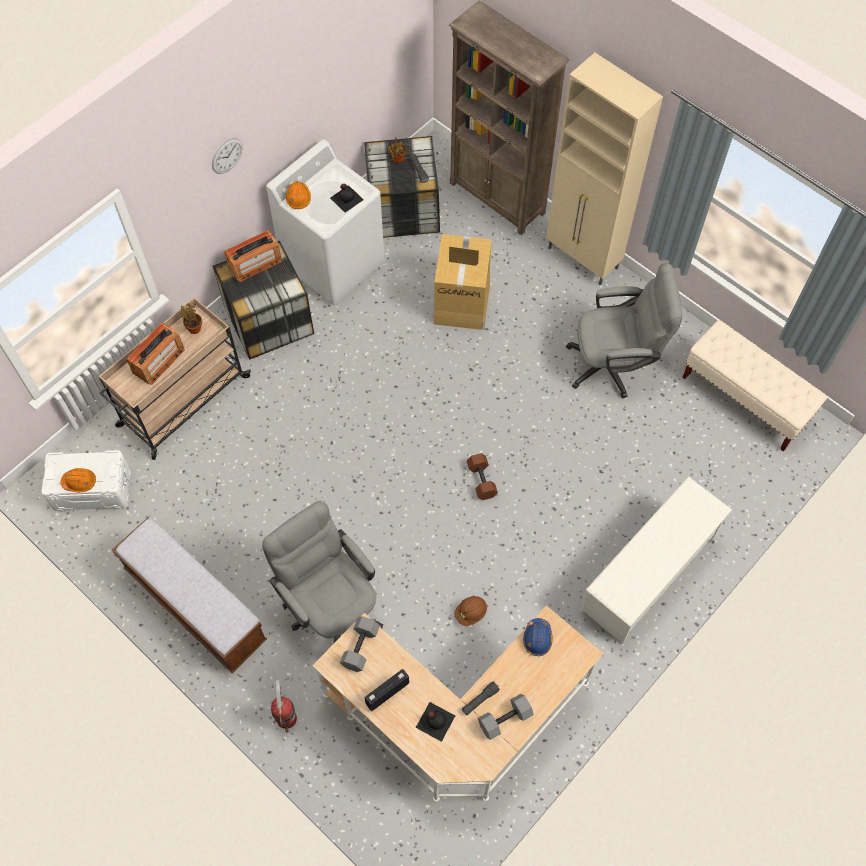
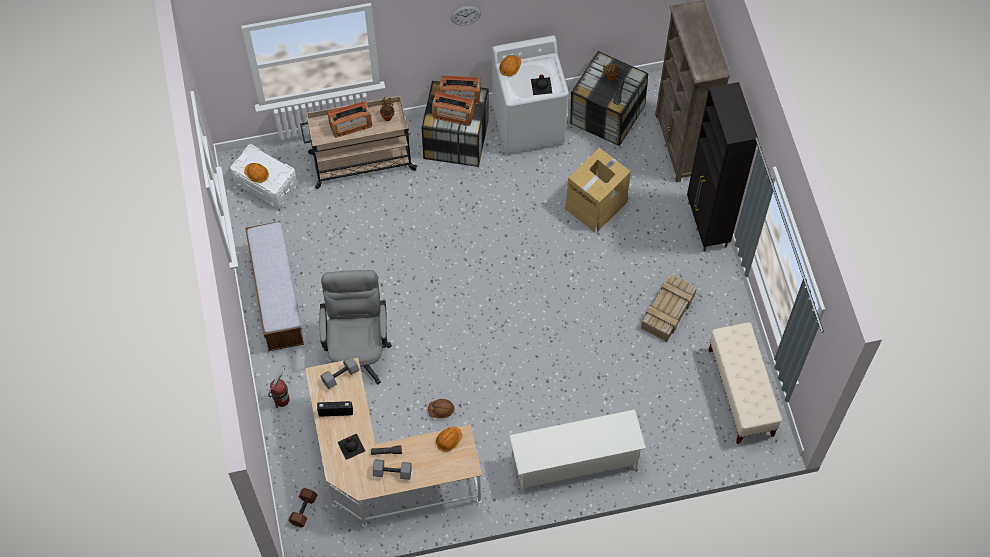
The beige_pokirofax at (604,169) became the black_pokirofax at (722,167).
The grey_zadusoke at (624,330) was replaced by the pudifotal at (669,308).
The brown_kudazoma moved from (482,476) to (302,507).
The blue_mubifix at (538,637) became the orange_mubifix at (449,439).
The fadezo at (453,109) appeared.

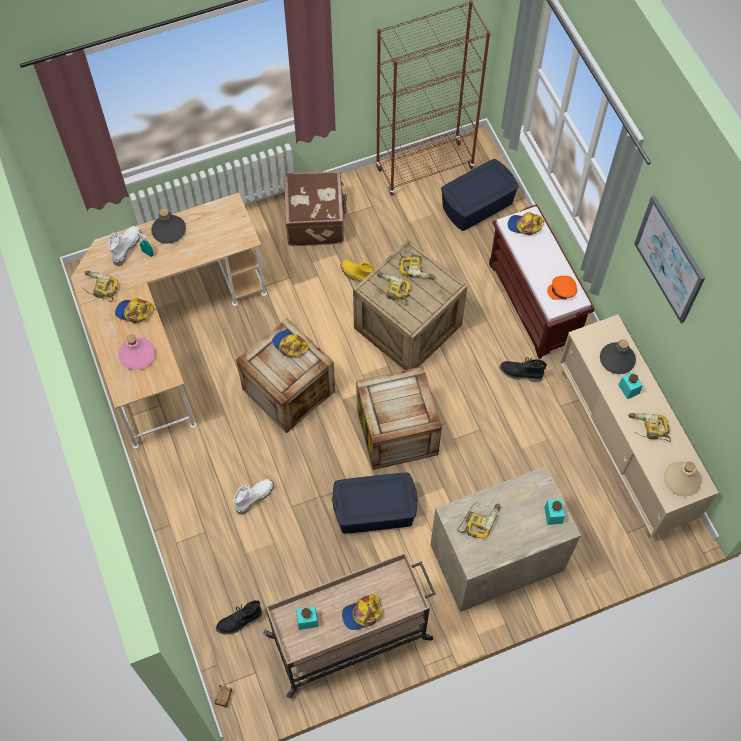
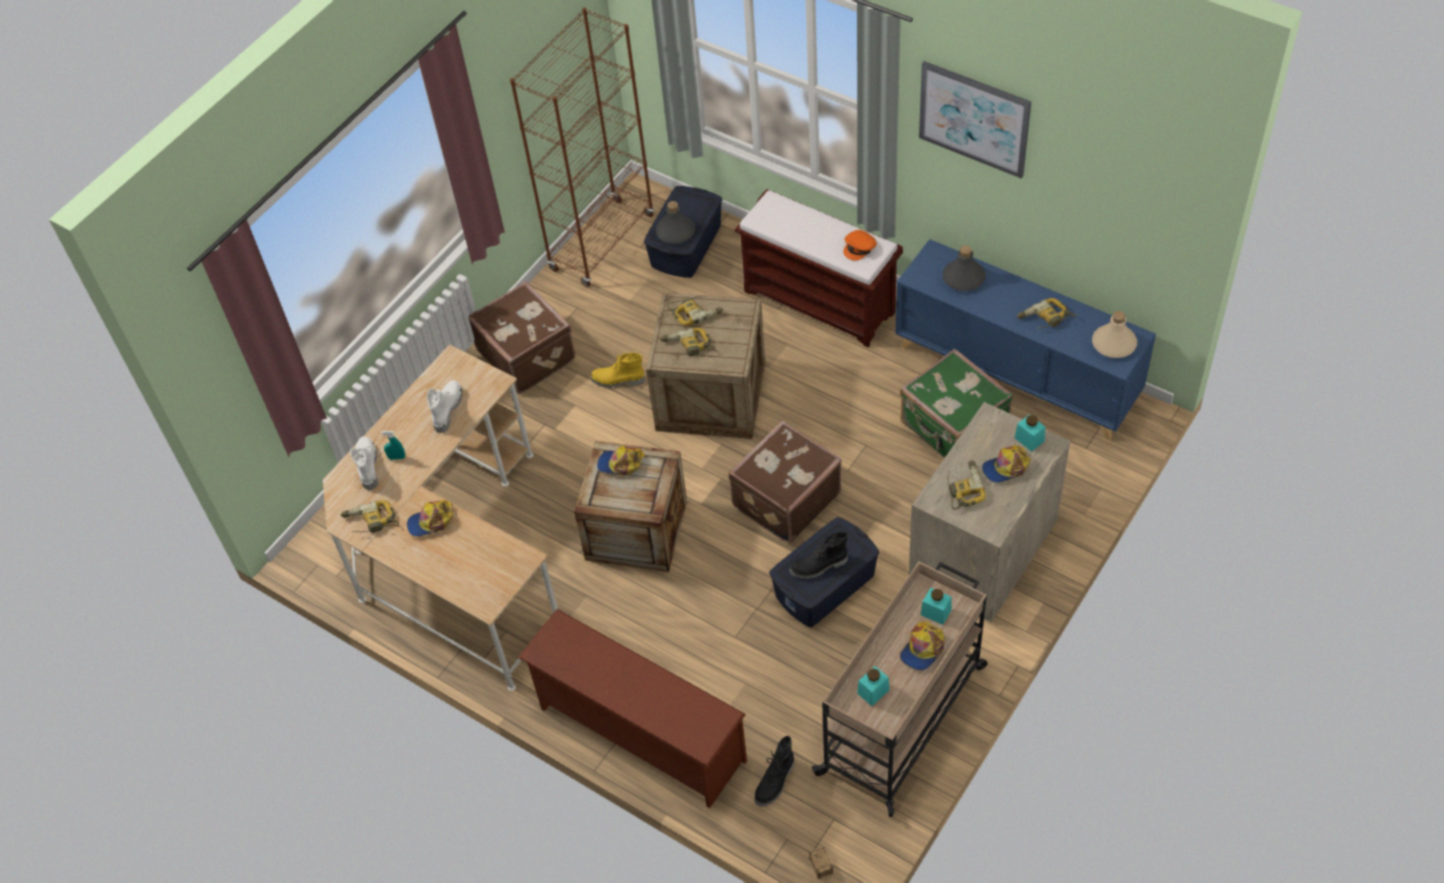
The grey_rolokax moved from (168,226) to (675,222).
The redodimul moved from (526,223) to (1006,464).
The beige_pokirofax at (639,426) became the blue_pokirofax at (1025,339).
The pink_rolokax at (137,352) disappeared.
The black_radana moved from (523,369) to (819,555).
The pudifotal at (399,418) was replaced by the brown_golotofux at (785,481).
The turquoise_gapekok moved from (630,385) to (936,606).
The white_radana moved from (253,497) to (444,406).
The green_golotofux at (956,403) appeared.
The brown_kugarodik at (632,708) appeared.

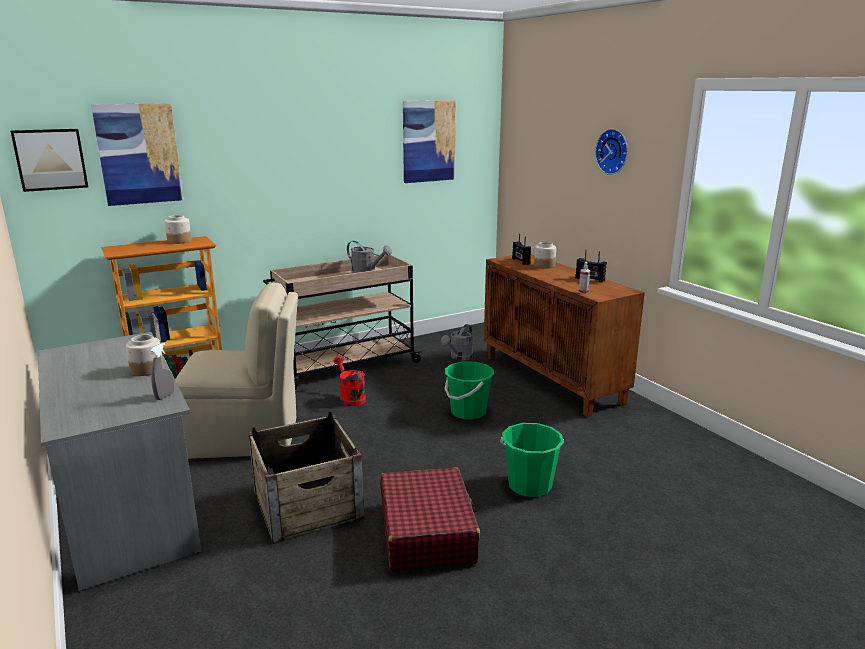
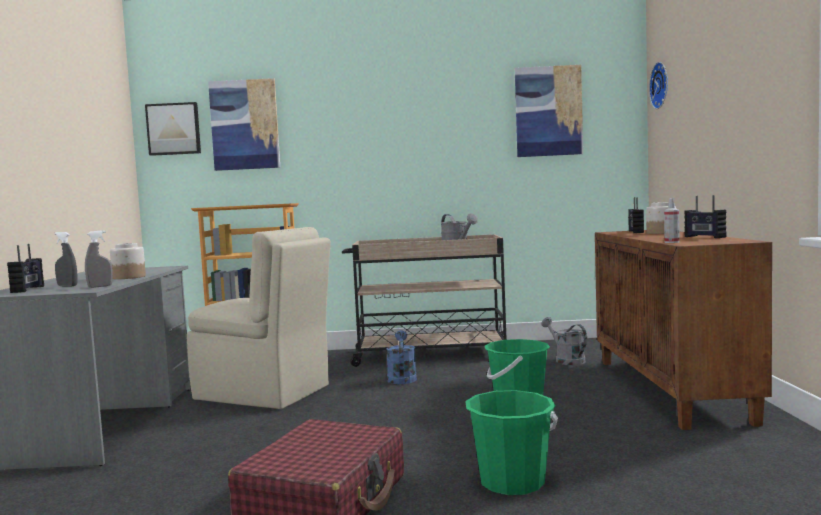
The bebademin moved from (611,152) to (658,85).
The gapekok at (178,229) disappeared.
The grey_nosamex at (457,342) turned 90 degrees clockwise.
The red_nosamex at (350,381) became the blue_nosamex at (401,357).
The pudifotal at (306,477) disappeared.
The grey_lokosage at (66,259) appeared.
The fadezo at (25,268) appeared.

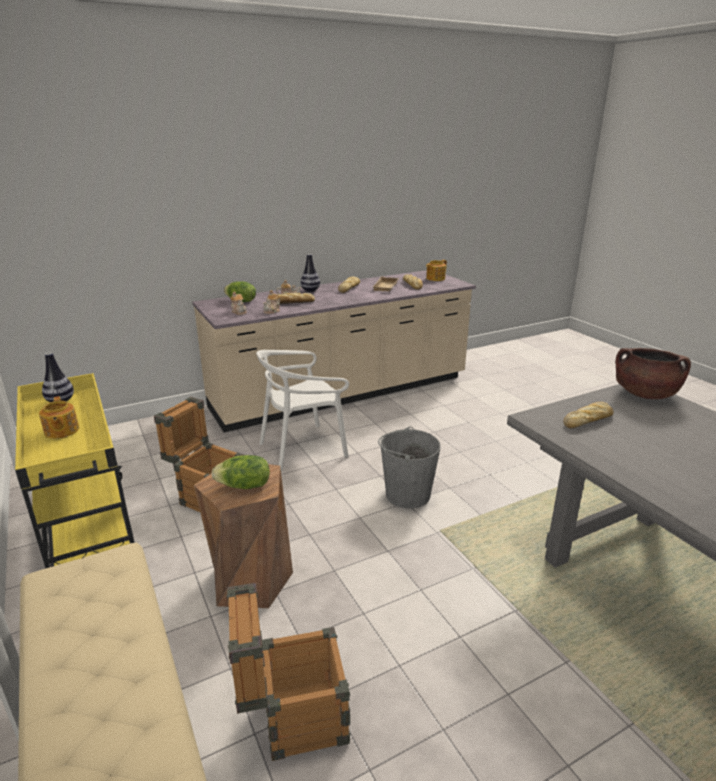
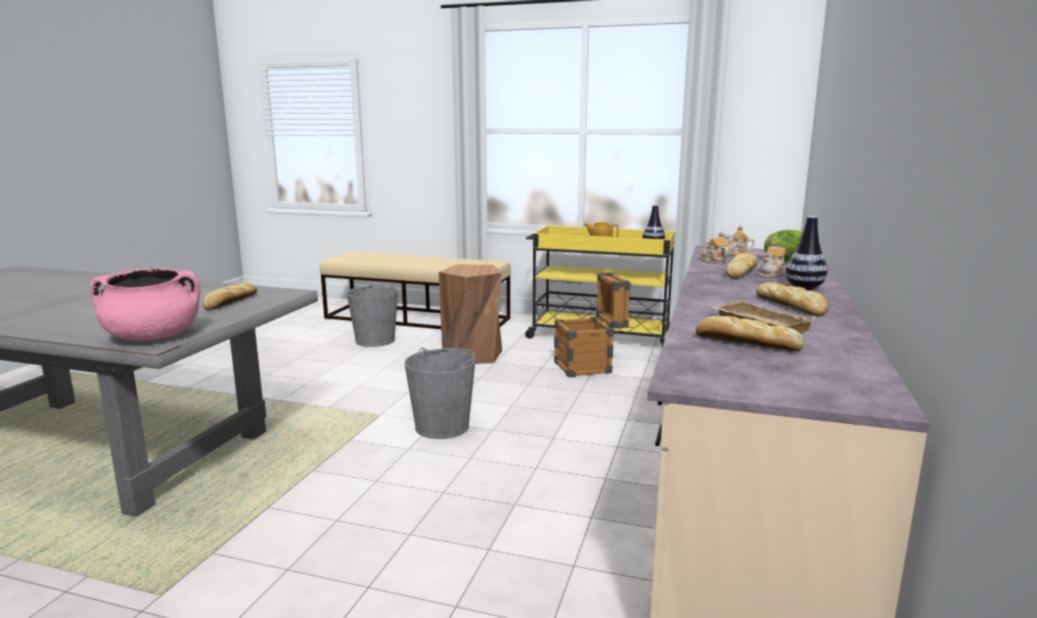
The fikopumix at (436,270) disappeared.
The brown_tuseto at (653,373) became the pink_tuseto at (145,304).
The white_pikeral at (302,410) disappeared.
The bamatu at (241,472) disappeared.
The pudifotal at (289,672) was replaced by the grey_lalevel at (372,316).

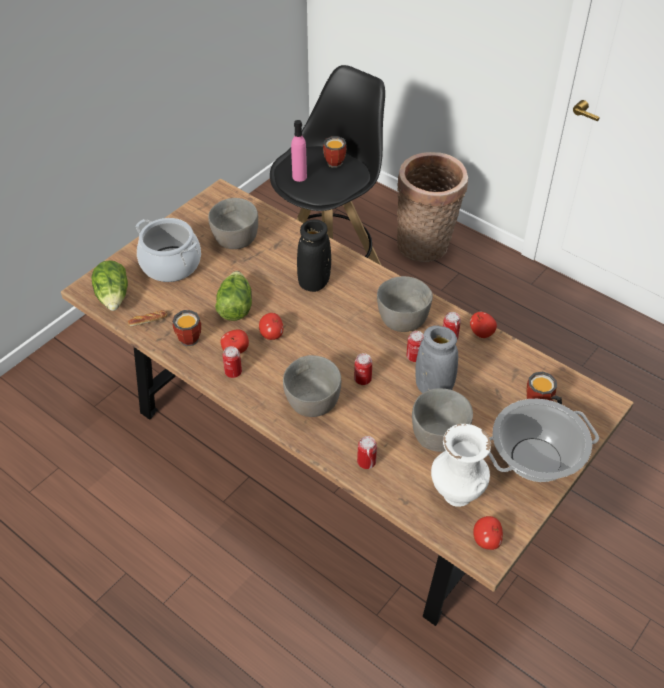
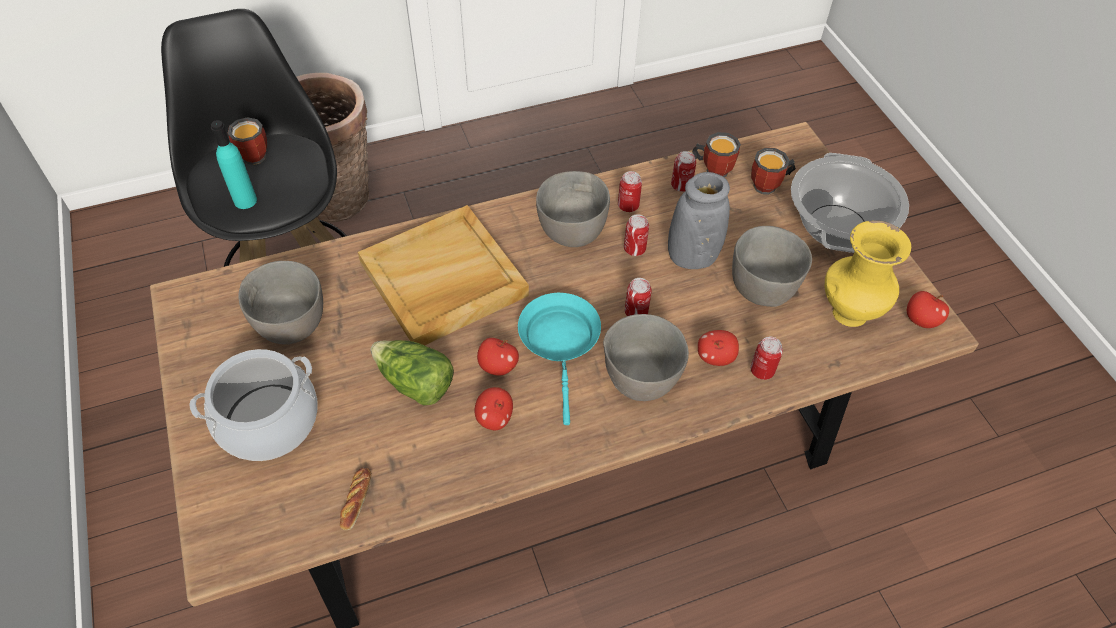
The pink_rolokax at (299,151) became the turquoise_rolokax at (234,164).
The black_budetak at (314,255) was replaced by the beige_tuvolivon at (443,275).
The bamatu at (109,285) disappeared.
The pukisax moved from (186,328) to (716,154).
The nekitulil moved from (483,325) to (718,348).
The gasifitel moved from (232,362) to (683,171).
The white_budetak at (461,465) became the yellow_budetak at (868,273).
The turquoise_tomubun at (559,359) appeared.

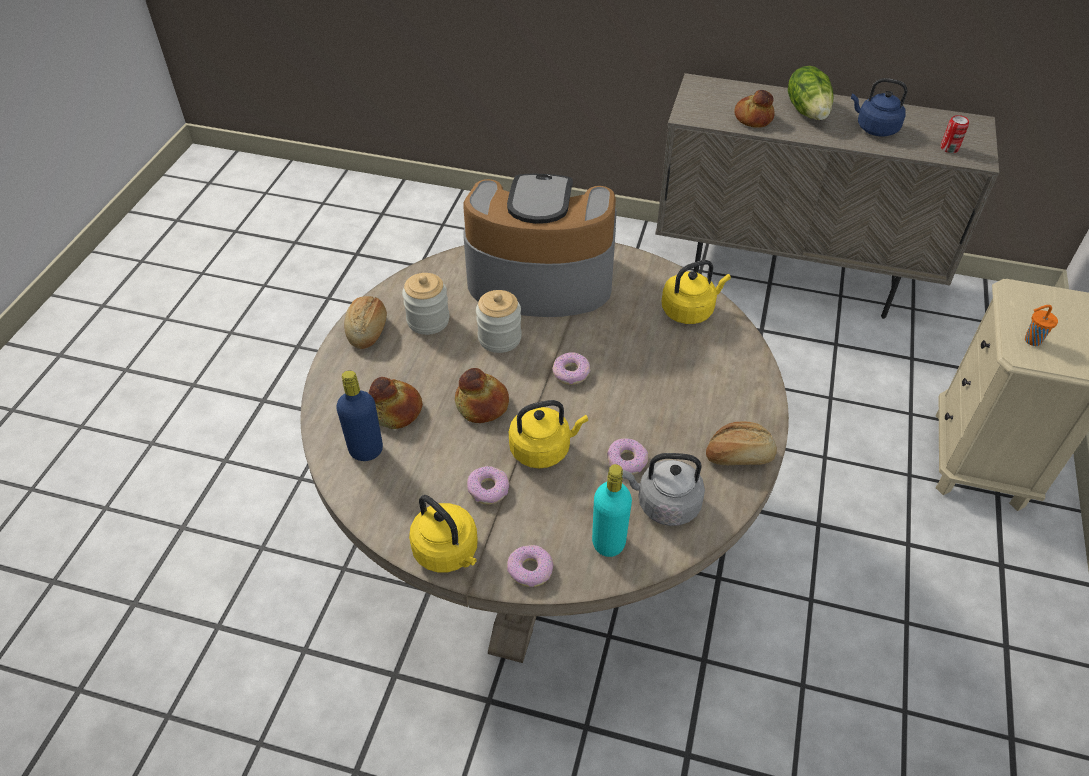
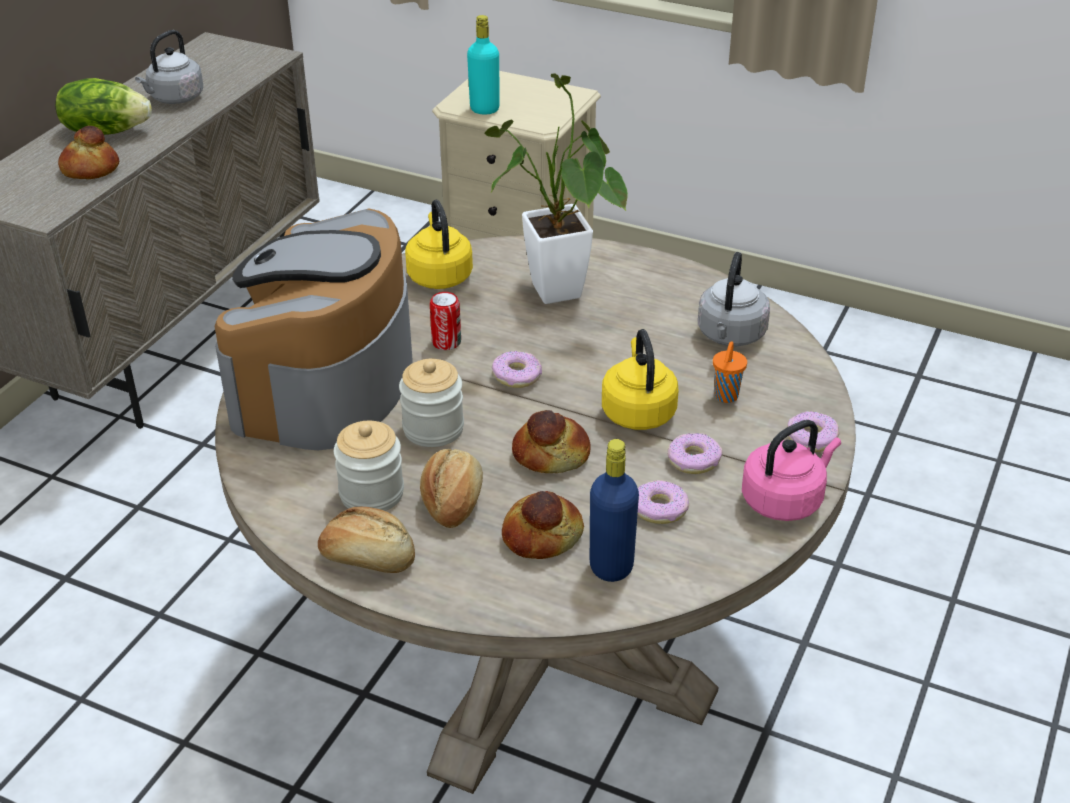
The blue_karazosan at (879,107) became the grey_karazosan at (169,67).
The gasifitel moved from (954,134) to (445,321).
The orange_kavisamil moved from (1041,325) to (730,372).
The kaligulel moved from (741,443) to (451,488).
The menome moved from (627,457) to (663,502).
The turquoise_rolokax moved from (612,510) to (483,64).
The yellow_karazosan at (443,534) became the pink_karazosan at (791,470).
The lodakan at (556,188) appeared.

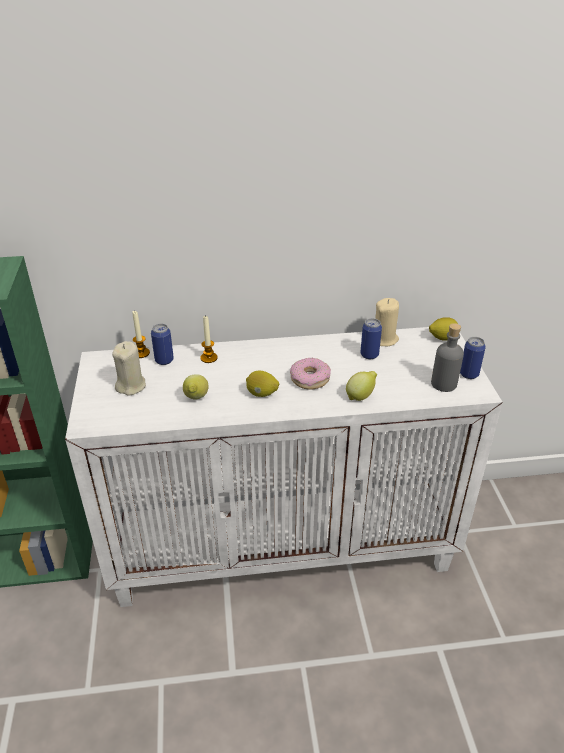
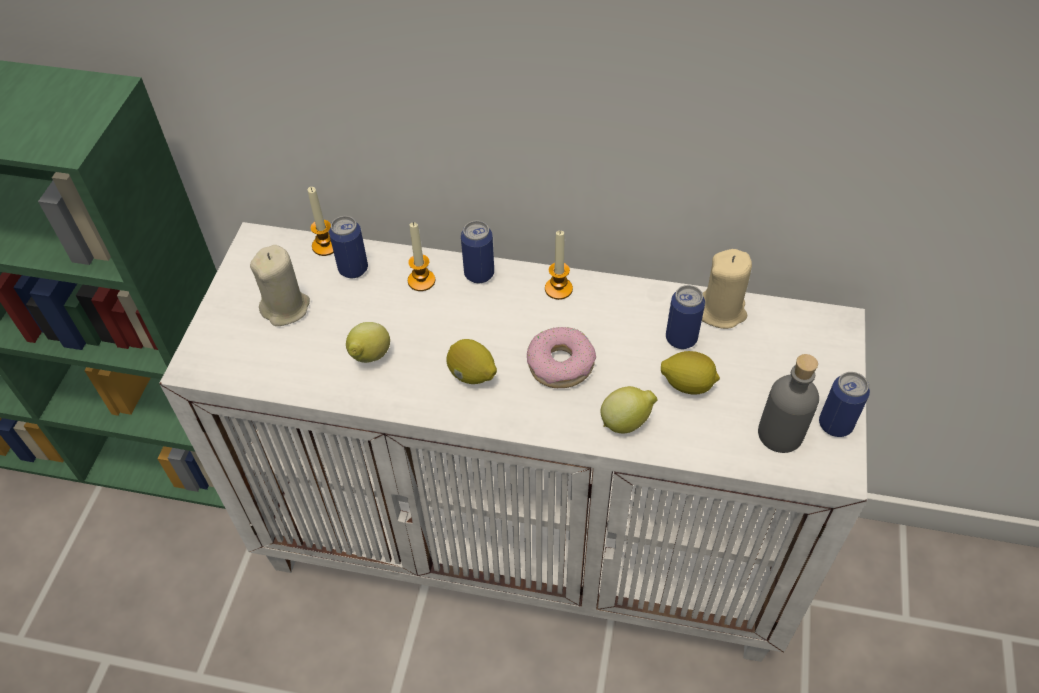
The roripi moved from (443,329) to (690,373).
The gasifitel at (477,252) appeared.
The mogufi at (559,265) appeared.

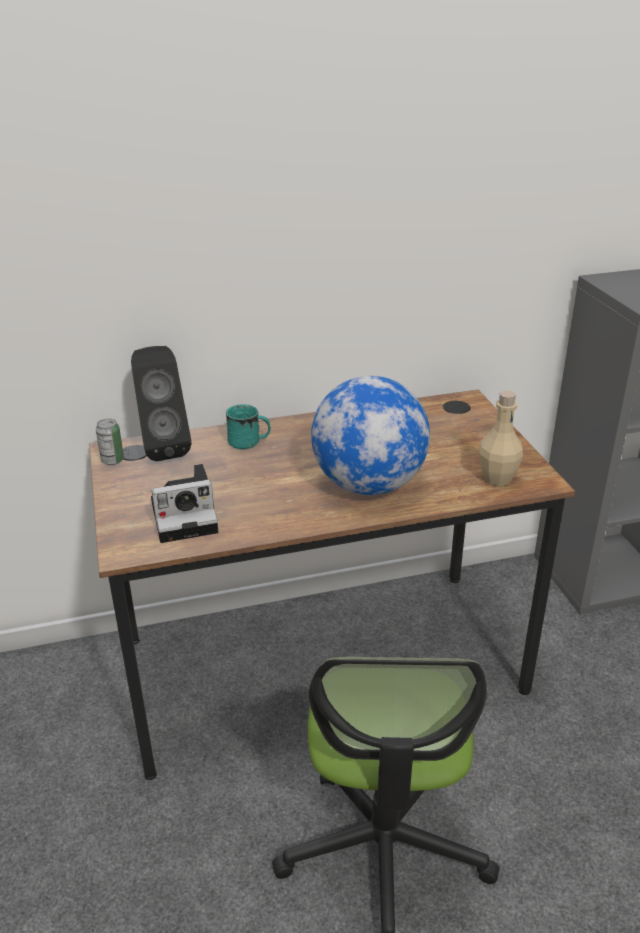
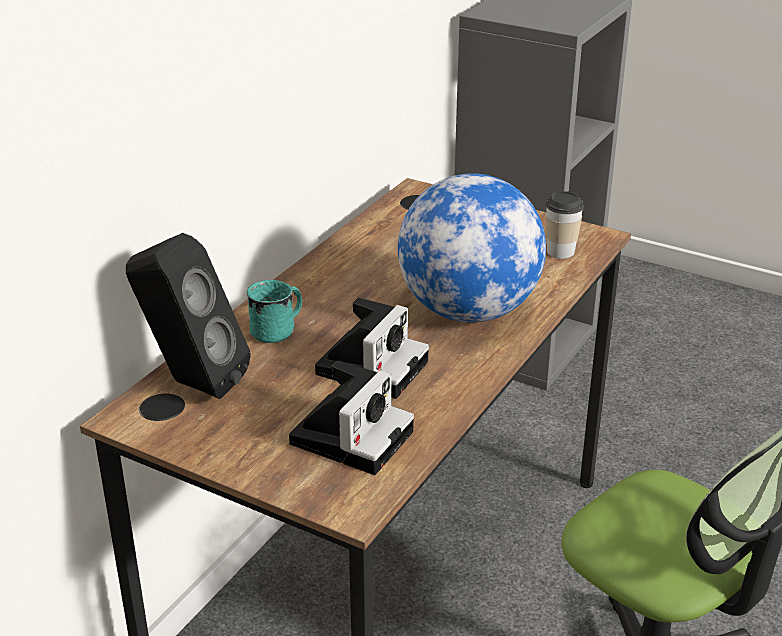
The beige_rolokax at (501,438) was replaced by the kavisamil at (565,225).
The gasifitel at (110,442) disappeared.
The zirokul at (372,348) appeared.

